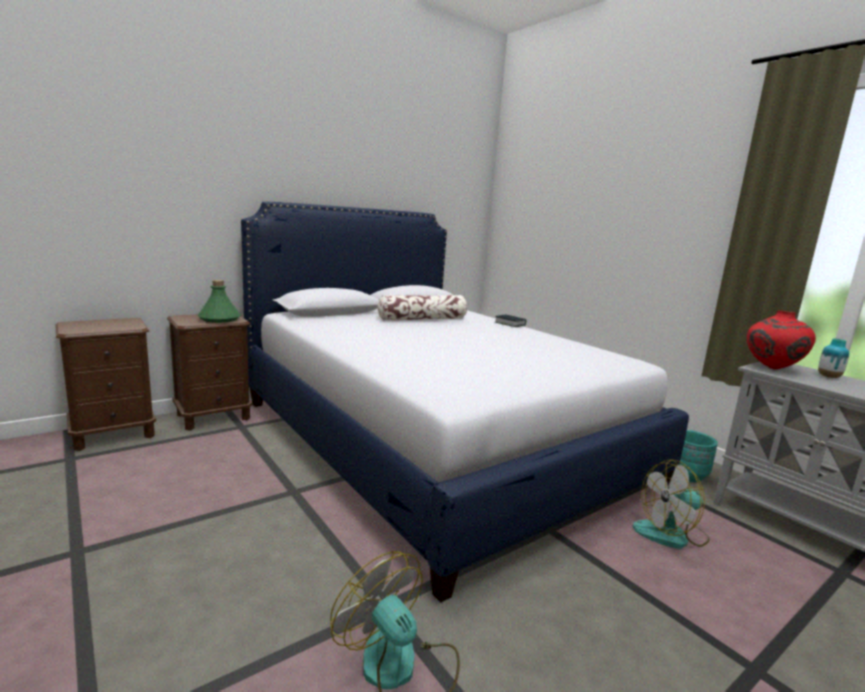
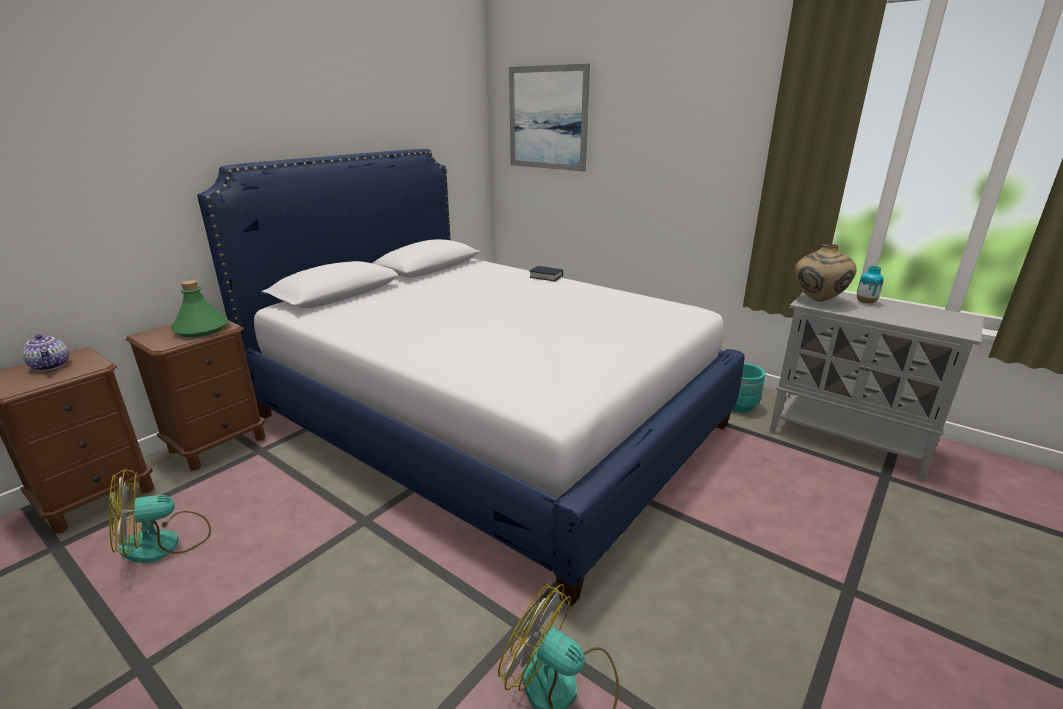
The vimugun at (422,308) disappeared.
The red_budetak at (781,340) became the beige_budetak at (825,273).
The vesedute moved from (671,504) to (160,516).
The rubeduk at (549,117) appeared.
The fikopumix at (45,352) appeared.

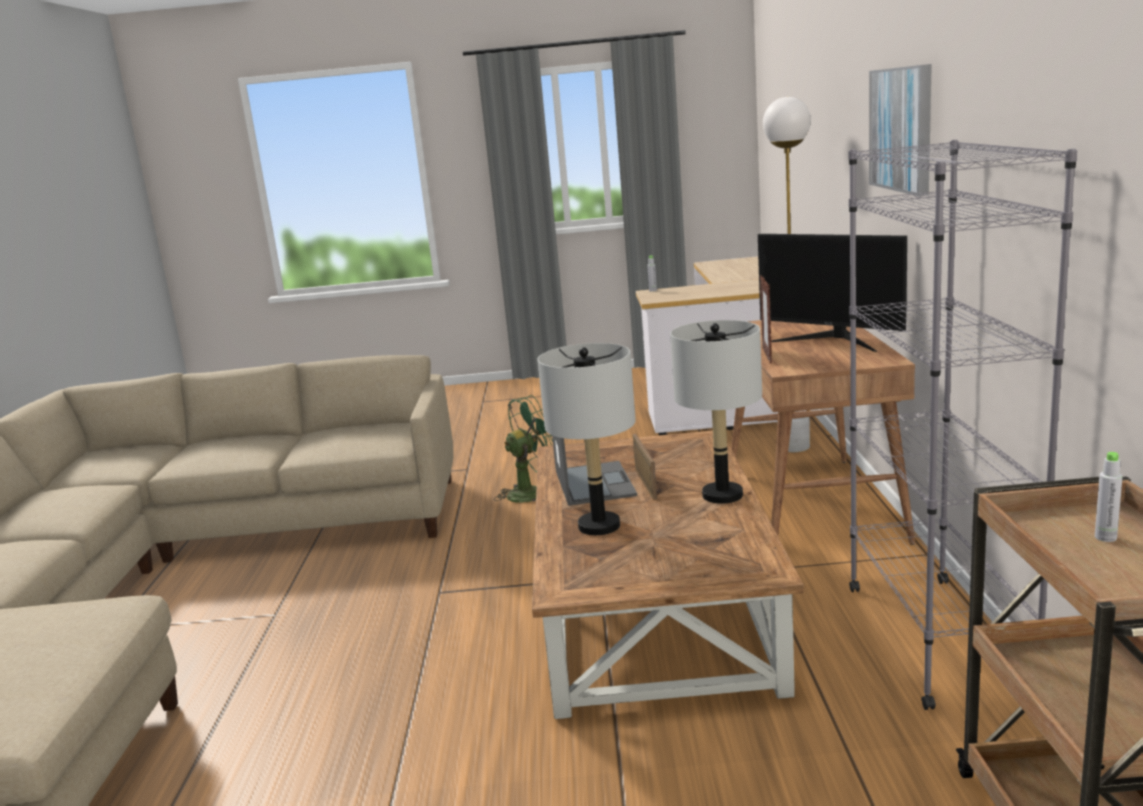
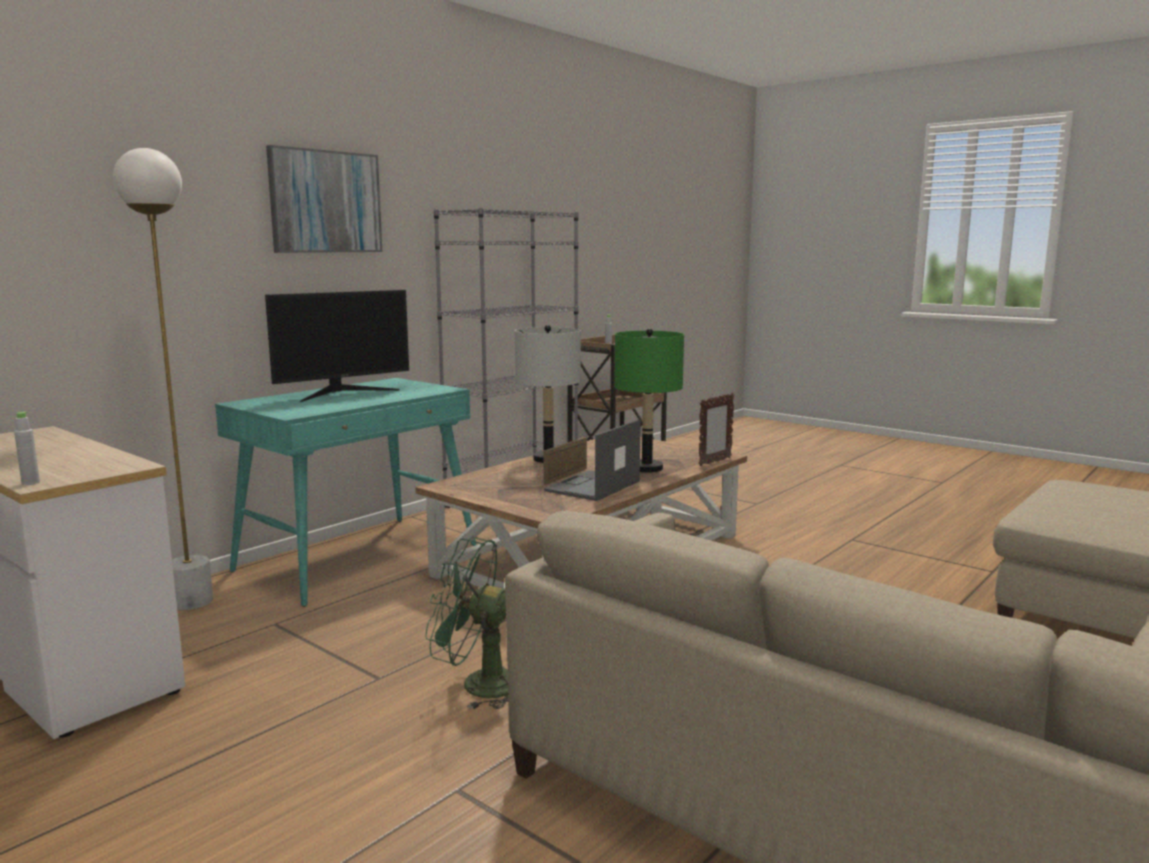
The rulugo at (832,293) turned 60 degrees clockwise.
The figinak moved from (766,319) to (716,429).
The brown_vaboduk at (823,432) became the turquoise_vaboduk at (345,492).
The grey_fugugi at (586,439) became the green_fugugi at (649,400).

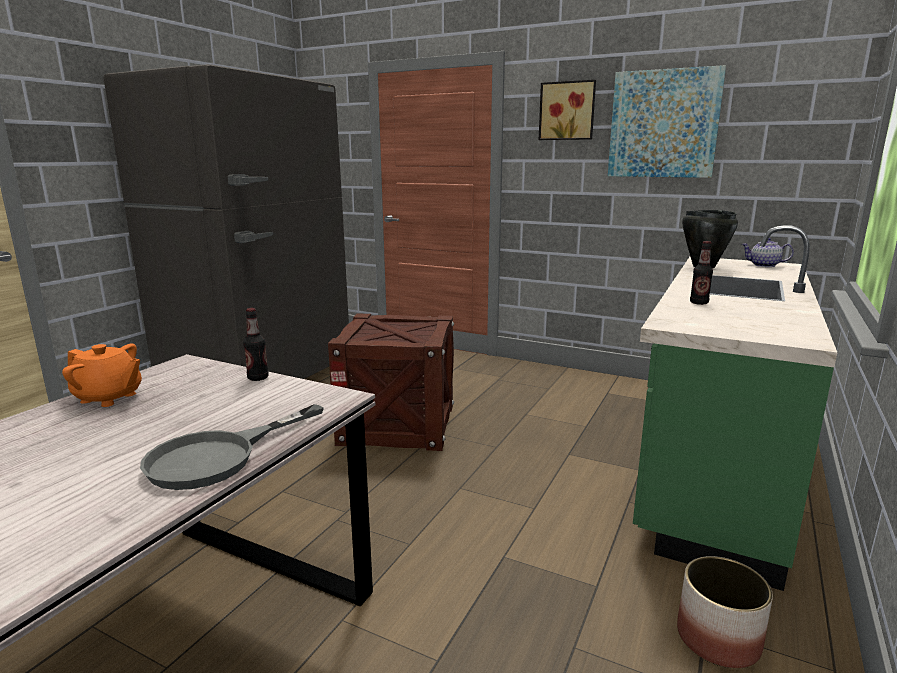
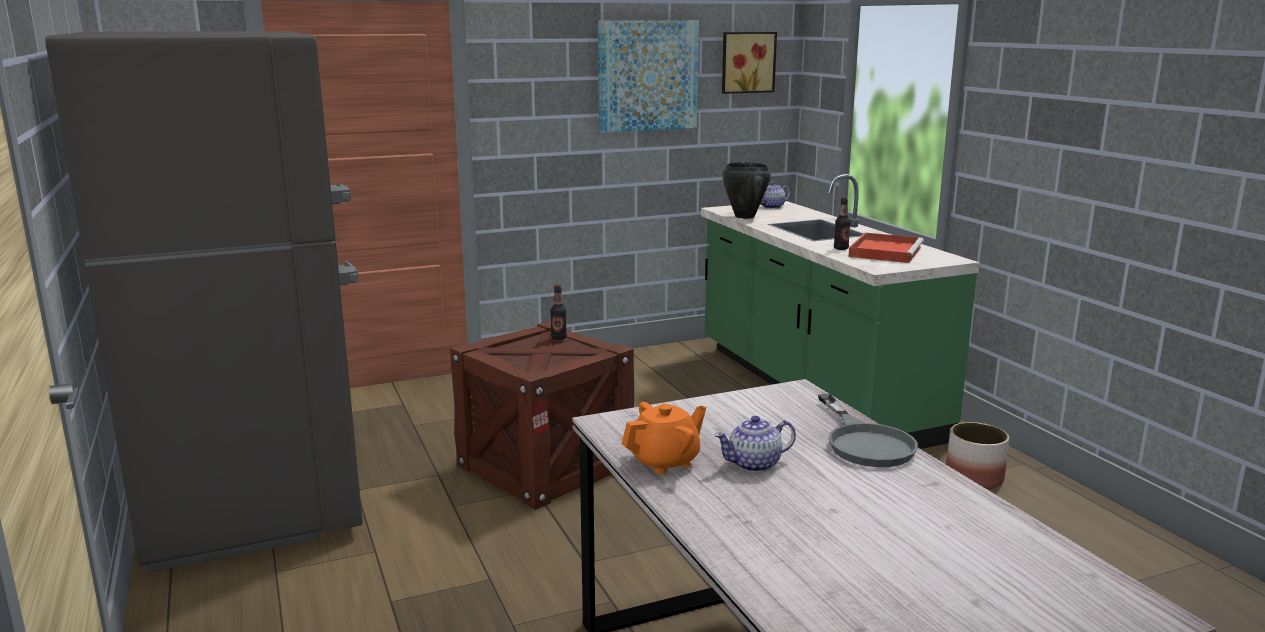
The rubeduk moved from (567,110) to (749,63).
The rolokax moved from (256,344) to (558,312).
The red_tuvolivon at (886,248) appeared.
The fikopumix at (755,444) appeared.

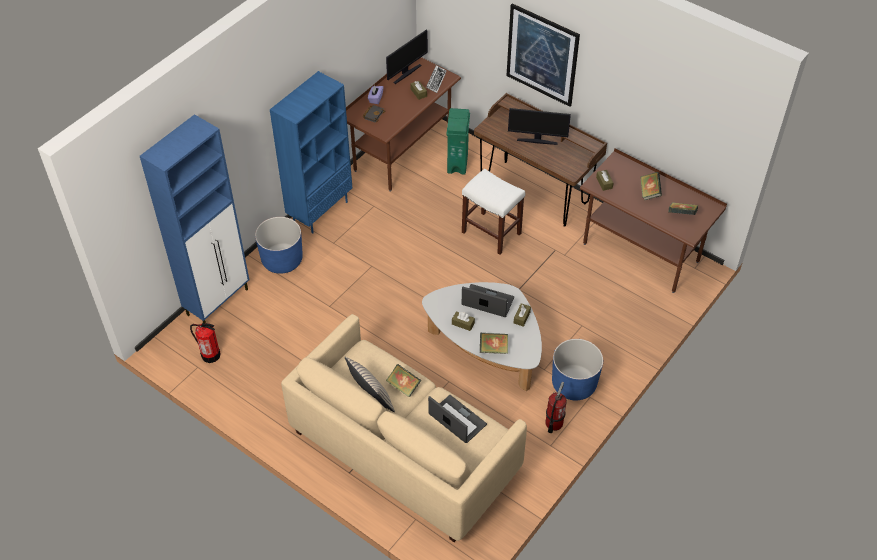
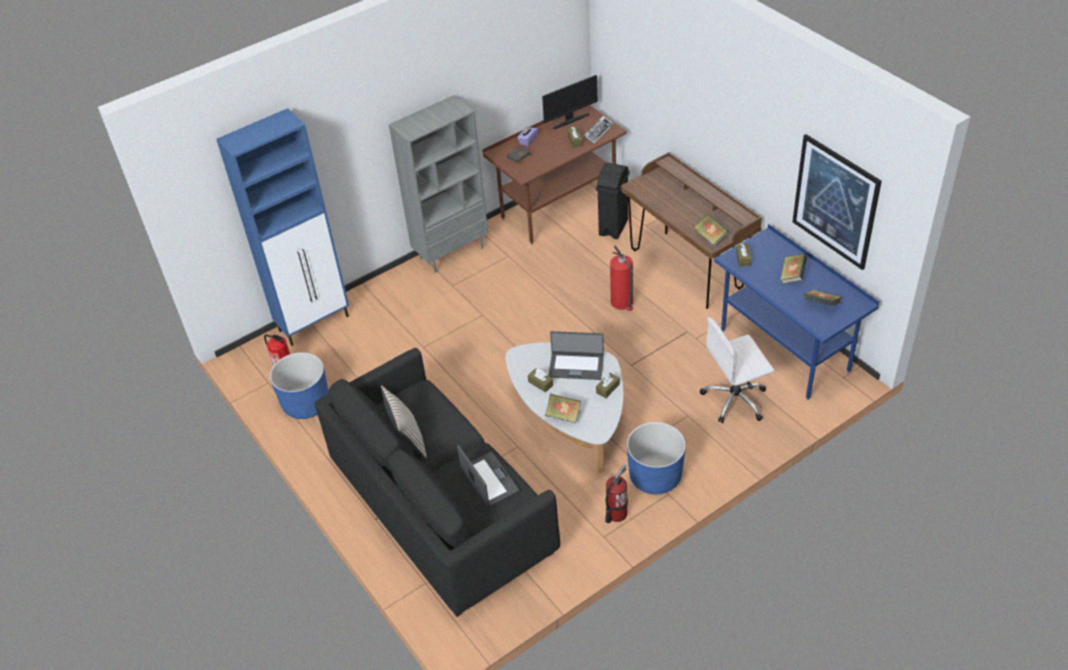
The rubeduk moved from (543,55) to (837,202).
The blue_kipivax at (311,152) became the grey_kipivax at (438,184).
The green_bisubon at (458,141) became the black_bisubon at (613,201).
The rulugo at (539,126) disappeared.
The brown_vaboduk at (653,220) became the blue_vaboduk at (796,312).
The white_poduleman at (493,212) was replaced by the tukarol at (621,278).
The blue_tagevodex moved from (279,245) to (299,385).
The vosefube at (488,300) turned 150 degrees clockwise.
The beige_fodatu at (404,428) became the black_fodatu at (437,482).
The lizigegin moved from (403,380) to (711,230).
The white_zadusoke at (737,370) appeared.

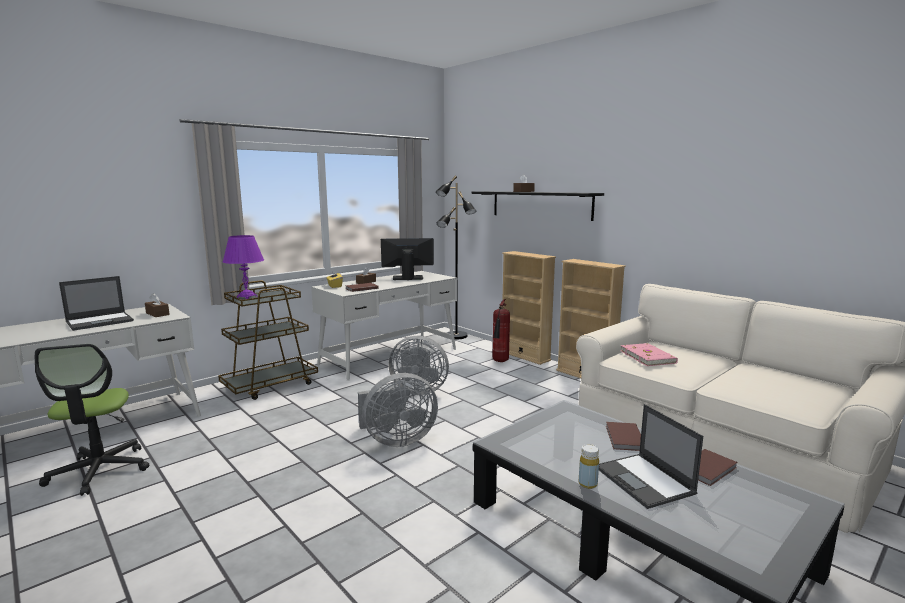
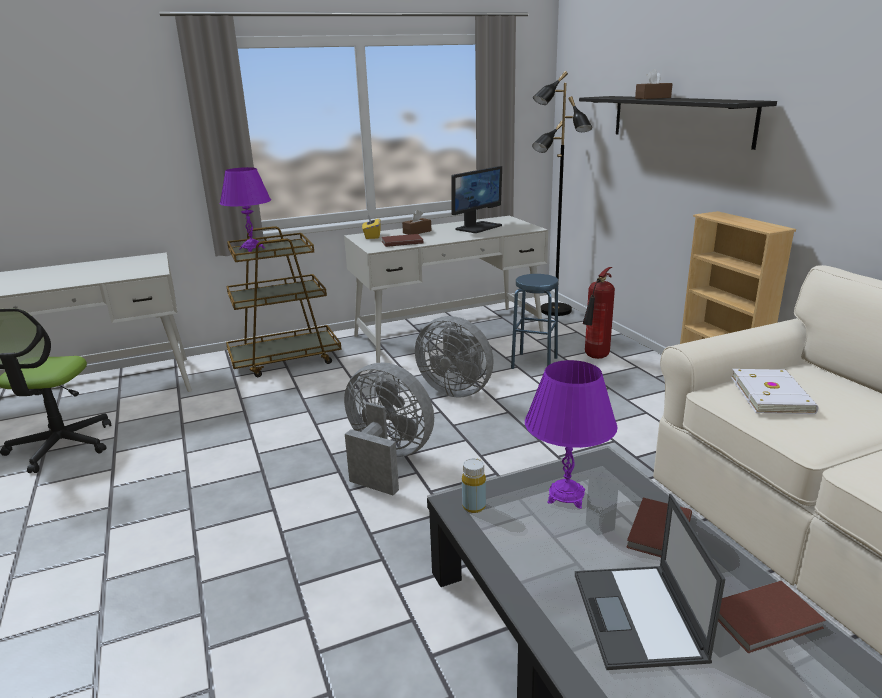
The rulugo at (407,259) turned 120 degrees clockwise.
The beige_kipivax at (529,308) disappeared.
The vosefube at (96,303) disappeared.
The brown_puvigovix at (157,305) disappeared.
The pink_lizigegin at (649,354) became the white_lizigegin at (774,391).
The grey_vesedute at (398,410) turned 150 degrees counterclockwise.
The yellow_rolokax moved from (589,466) to (474,485).
The blue_poduleman at (534,321) appeared.
The purple_fugugi at (571,434) appeared.

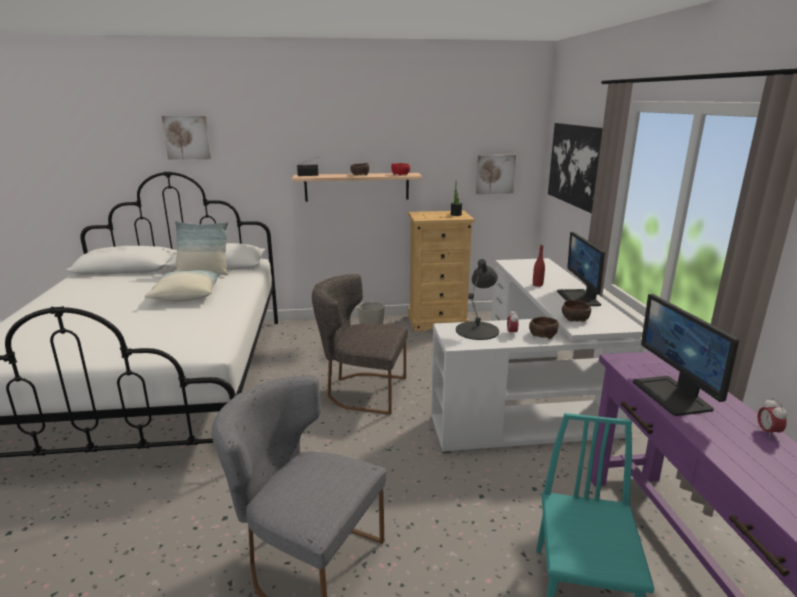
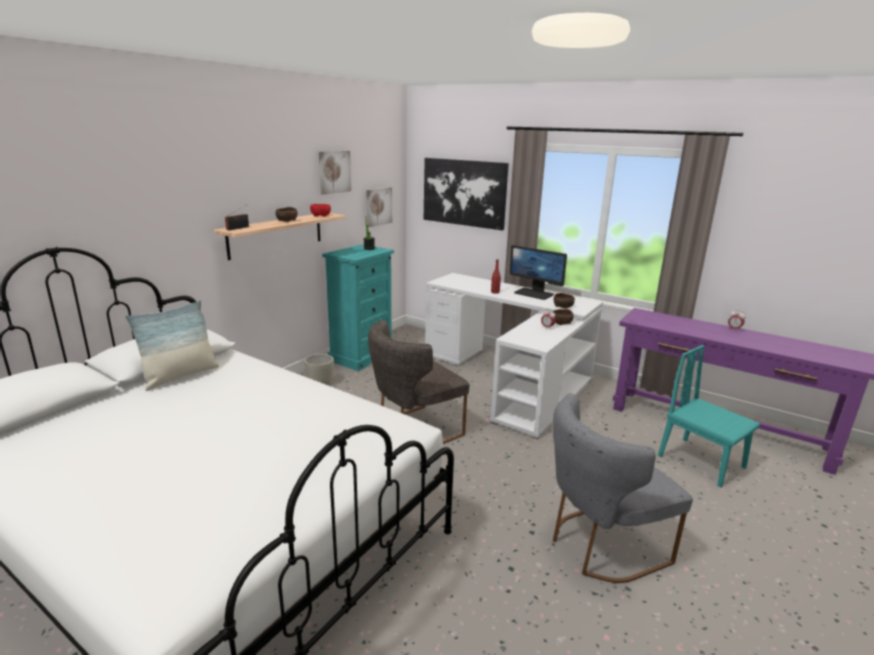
The rubeduk moved from (186,138) to (335,173).
The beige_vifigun at (441,271) became the turquoise_vifigun at (358,307).
The black_fugugi at (477,299) disappeared.
The vimugun at (182,286) disappeared.
The rulugo at (686,355) disappeared.

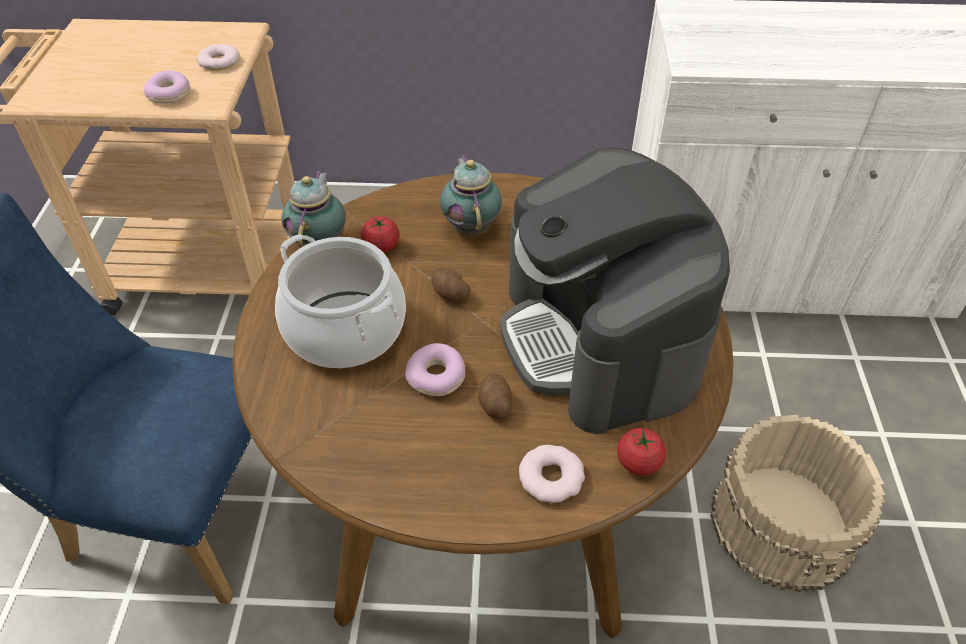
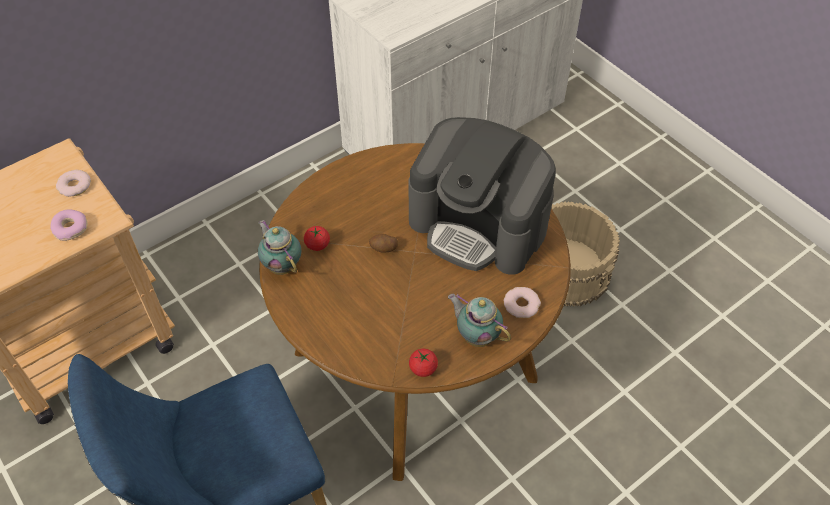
The fikopumix moved from (471,195) to (479,320).
The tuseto at (340,301) disappeared.
The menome at (435,369) disappeared.
The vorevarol at (495,396) disappeared.
The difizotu moved from (641,451) to (423,363).

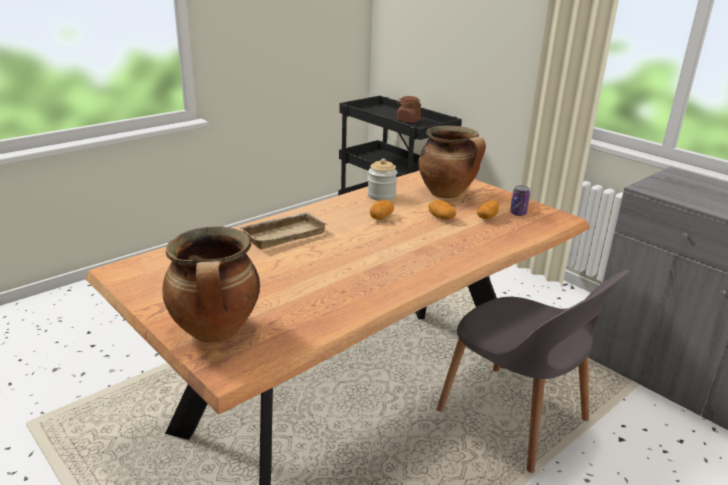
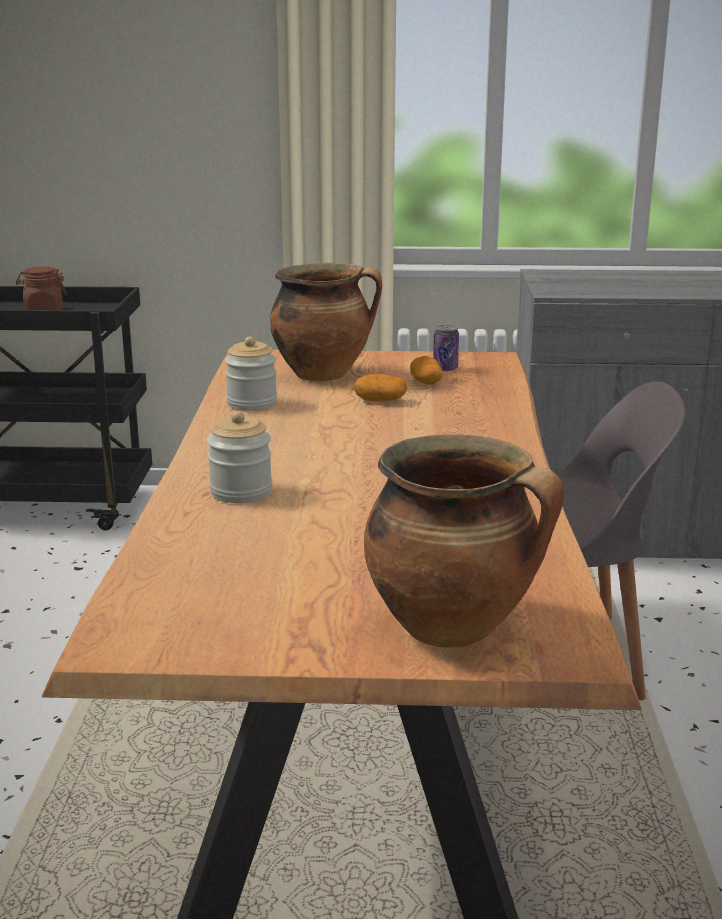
The vorevarol at (382,210) disappeared.
The beige_tuvolivon at (283,230) was replaced by the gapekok at (239,457).

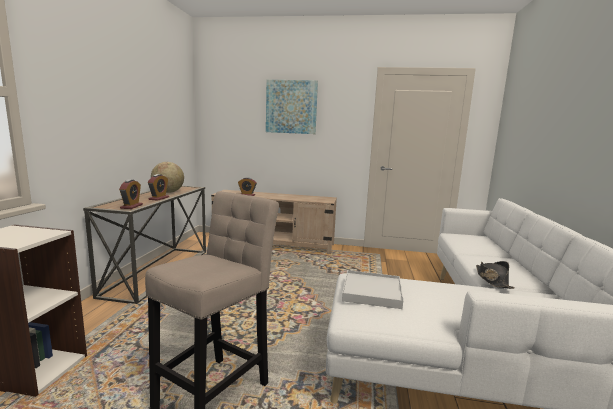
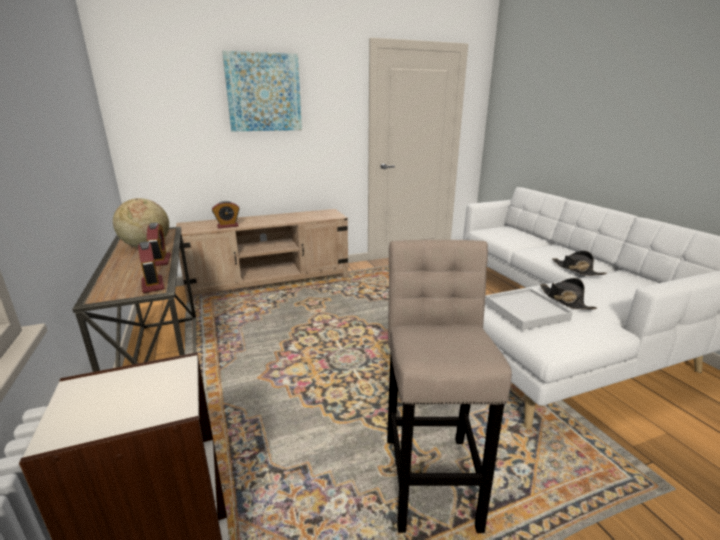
The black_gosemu at (568,294) appeared.

